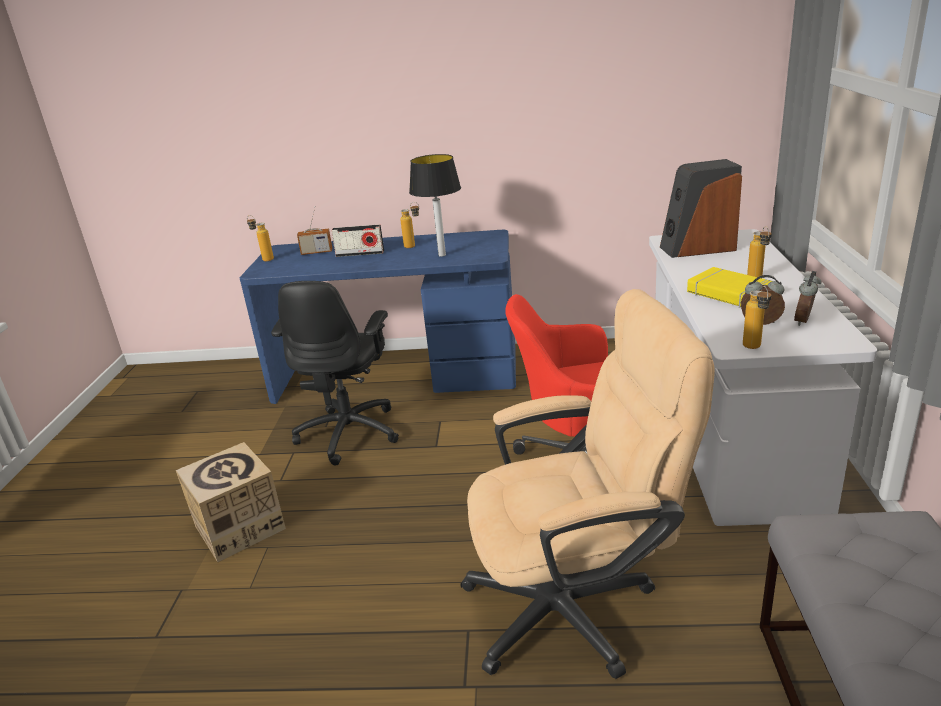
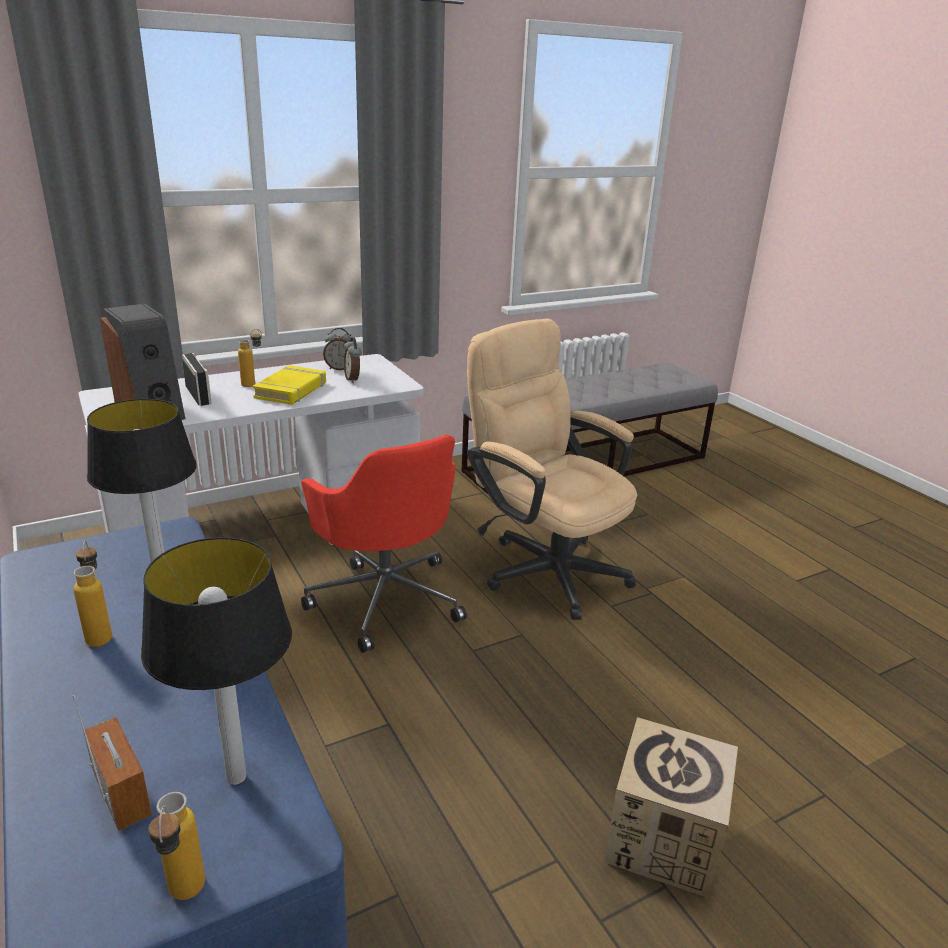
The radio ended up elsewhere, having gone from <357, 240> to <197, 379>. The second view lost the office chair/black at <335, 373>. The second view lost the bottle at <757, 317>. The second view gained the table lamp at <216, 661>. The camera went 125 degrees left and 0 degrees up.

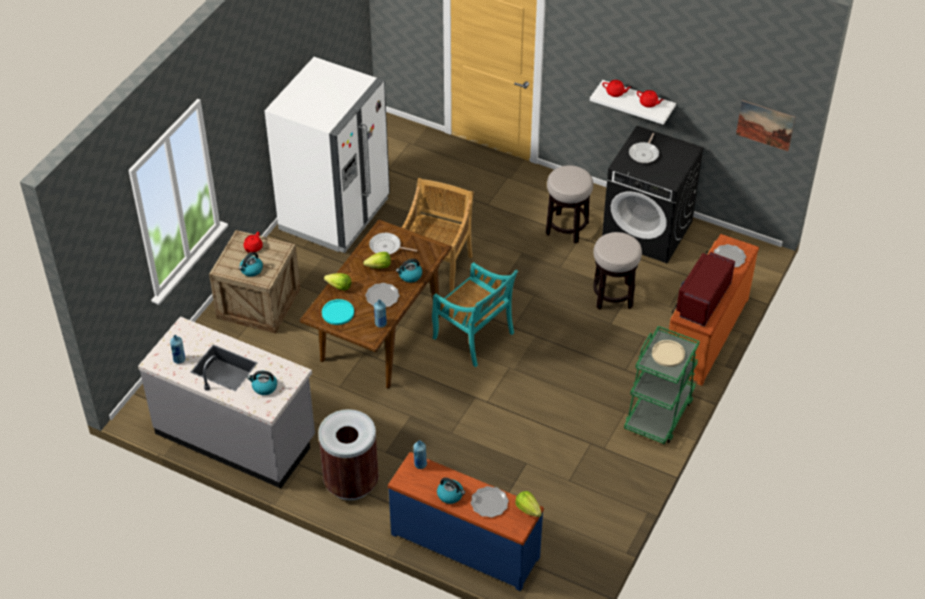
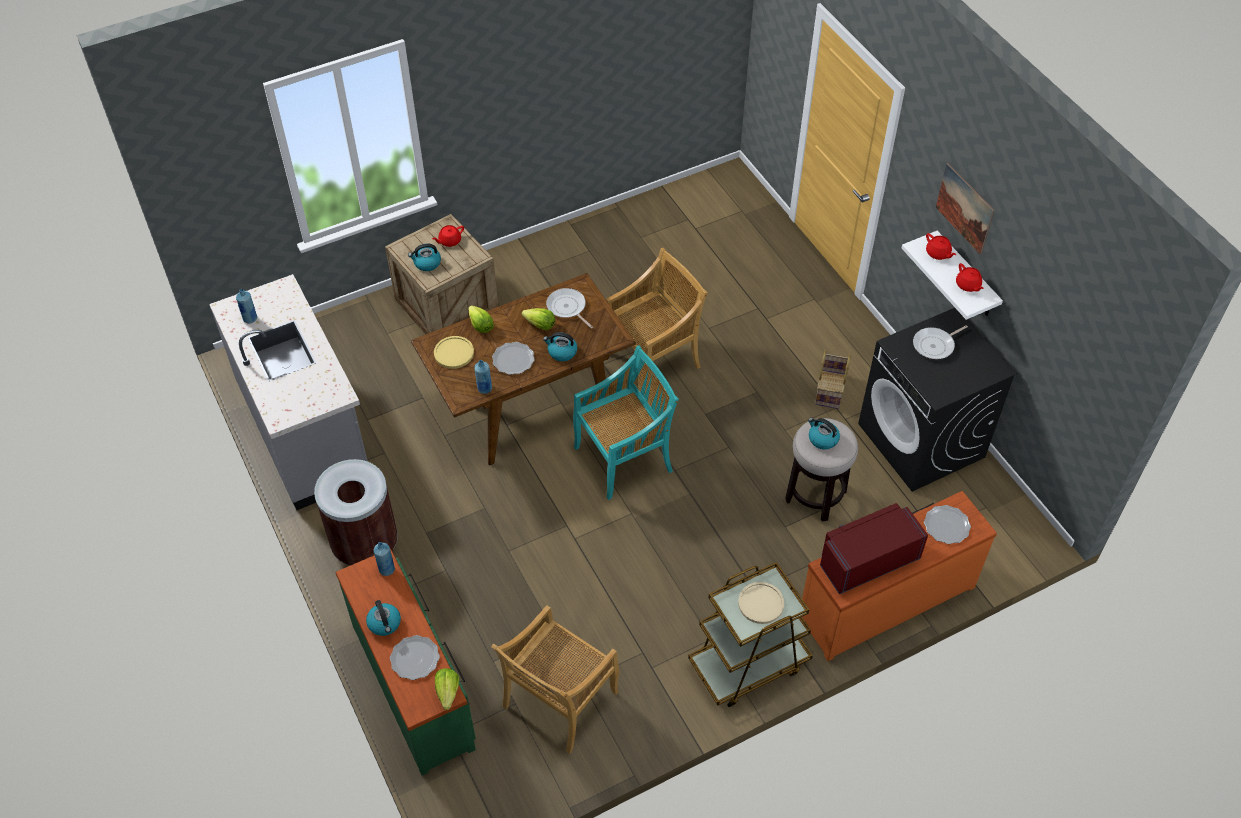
The second view lost the fridge/white at <327, 155>. The picture ended up elsewhere, having gone from <765, 125> to <965, 208>. Where the stool stood at <569, 204>, the basket came to stand at <833, 379>. The chair/turquoise at <475, 314> ended up facing another way, 105 degrees counterclockwise from before. What was the plate/turquoise at <338, 312> turned into the plate/yellow at <454, 352>. What was the cart/green at <662, 385> turned into the cart/brown at <750, 634>. The kettle ended up elsewhere, having gone from <262, 383> to <824, 433>. What was the dresser/blue at <466, 521> turned into the dresser/green at <405, 662>. The second view gained the chair/beige at <555, 679>. The camera went 35 degrees right and 5 degrees up.

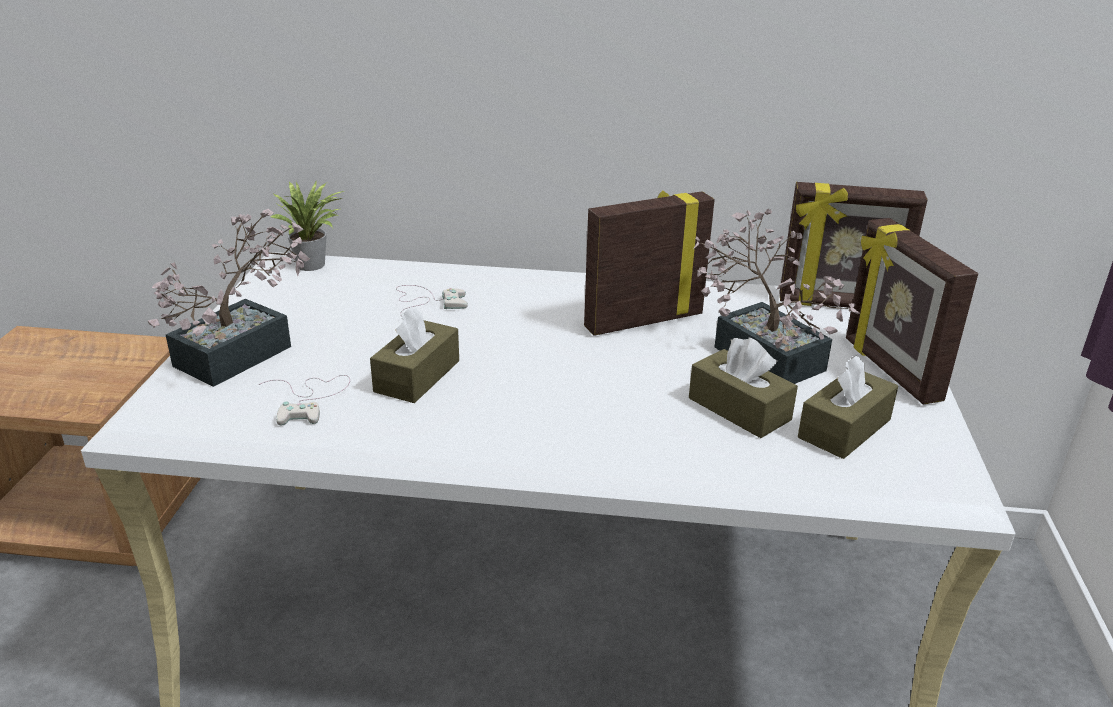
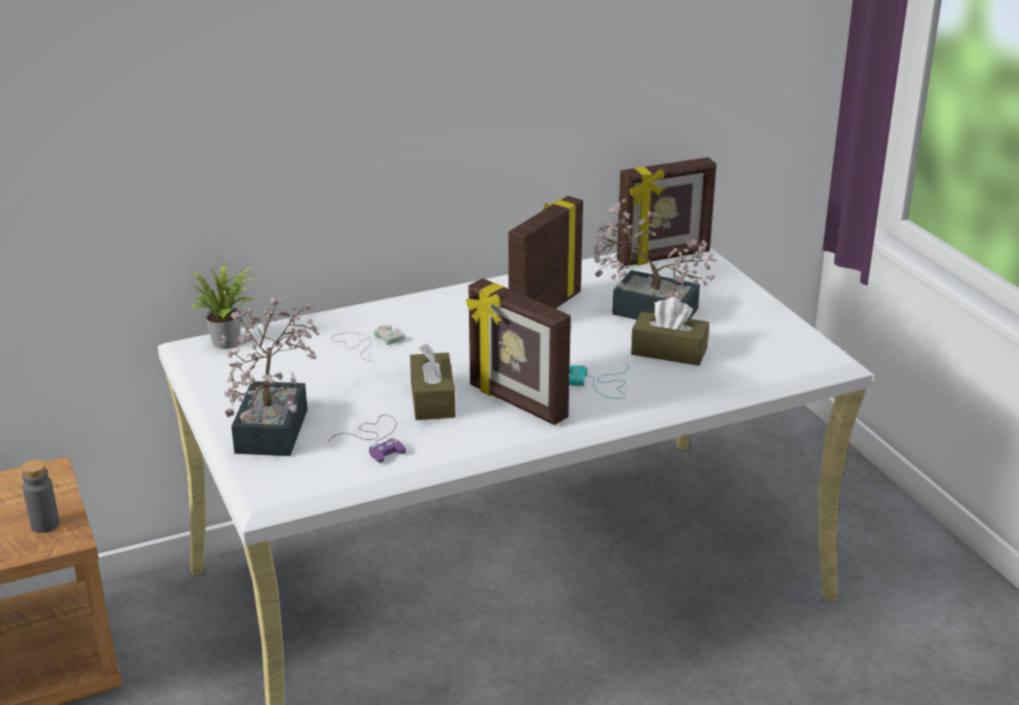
The picture frame ended up elsewhere, having gone from <912, 311> to <518, 351>. The second view lost the tissue box/brown at <848, 407>. What was the game controller/white at <304, 400> turned into the game controller/purple at <367, 439>. The second view gained the game controller/turquoise at <598, 380>. The second view gained the bottle/grey at <40, 496>. The camera went 30 degrees left and 0 degrees up.

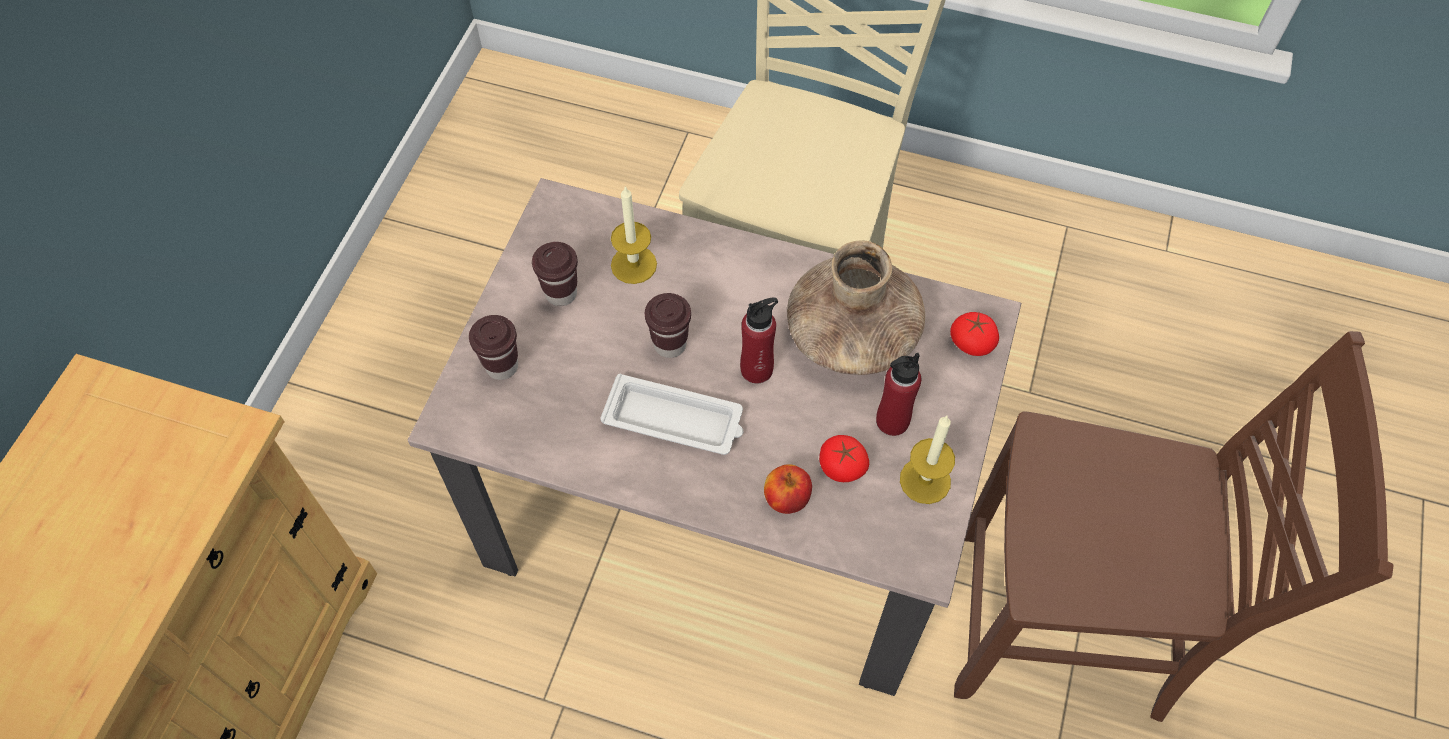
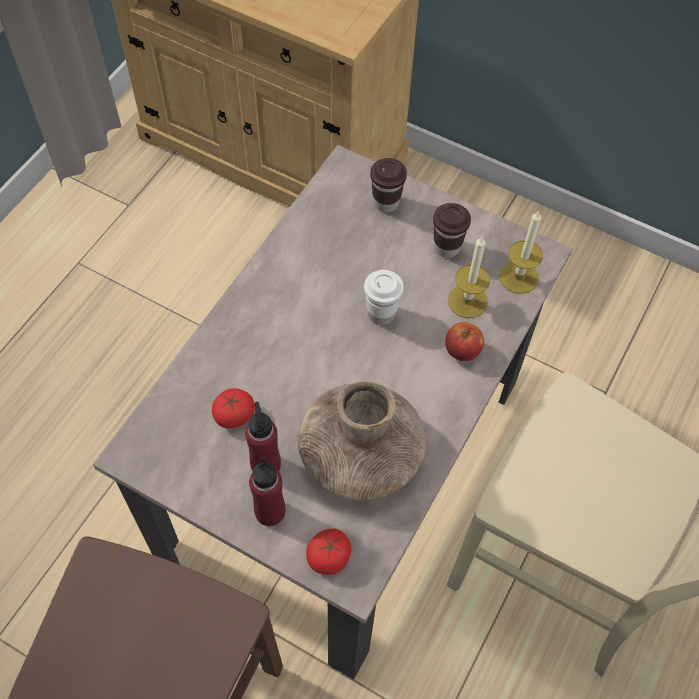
What was the cup/brown at <668, 325> turned into the cup/white at <384, 297>. The bottle/red ended up elsewhere, having gone from <759, 340> to <267, 491>. The second view lost the tray/white at <671, 414>. The candle ended up elsewhere, having gone from <927, 459> to <521, 252>. The apple ended up elsewhere, having gone from <788, 489> to <464, 341>. The camera went 100 degrees right and 0 degrees up.

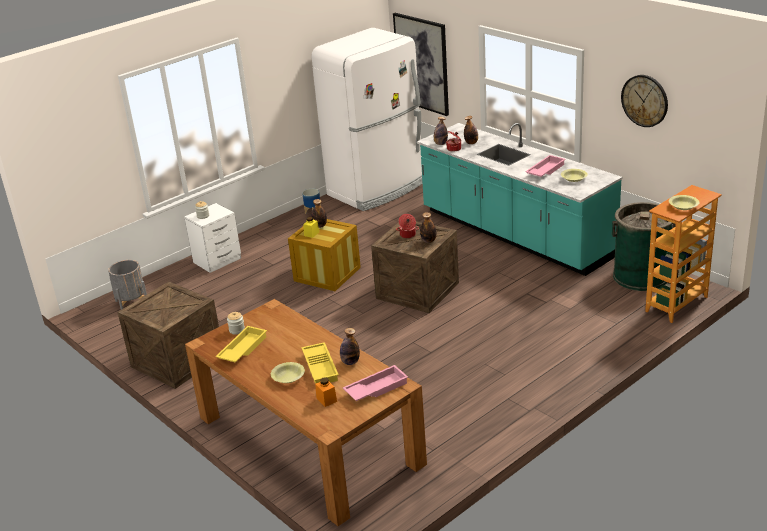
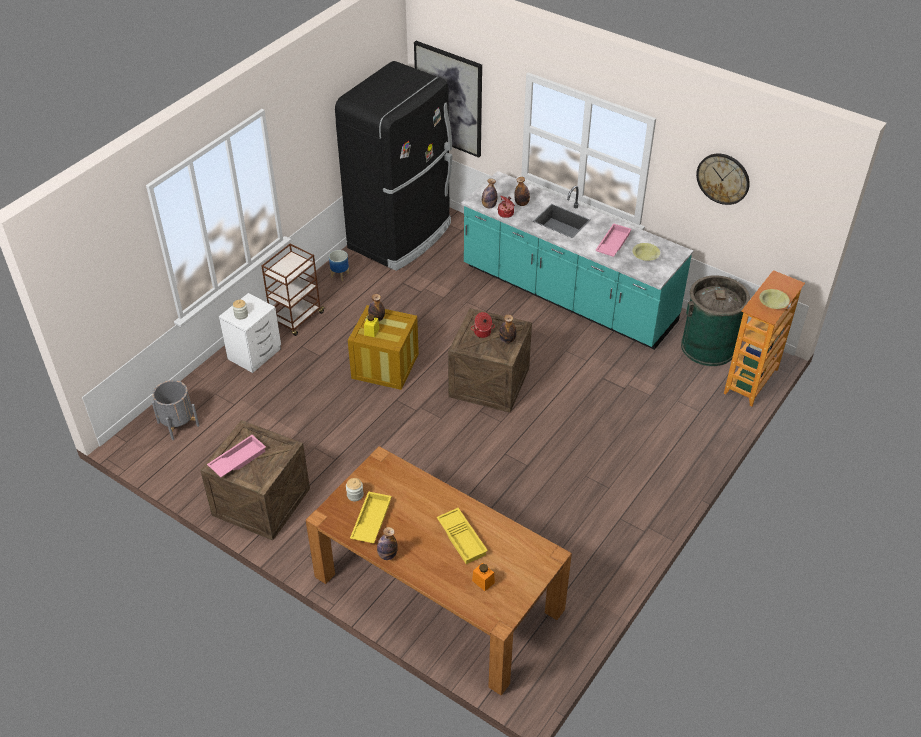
What was the fridge/white at <367, 119> turned into the fridge/black at <393, 166>. The bottle ended up elsewhere, having gone from <350, 346> to <387, 543>. The second view lost the bowl/yellow at <288, 372>. The tray/pink ended up elsewhere, having gone from <375, 383> to <236, 456>. The second view gained the cart/brown at <293, 290>. The camera went 15 degrees left and 15 degrees up.

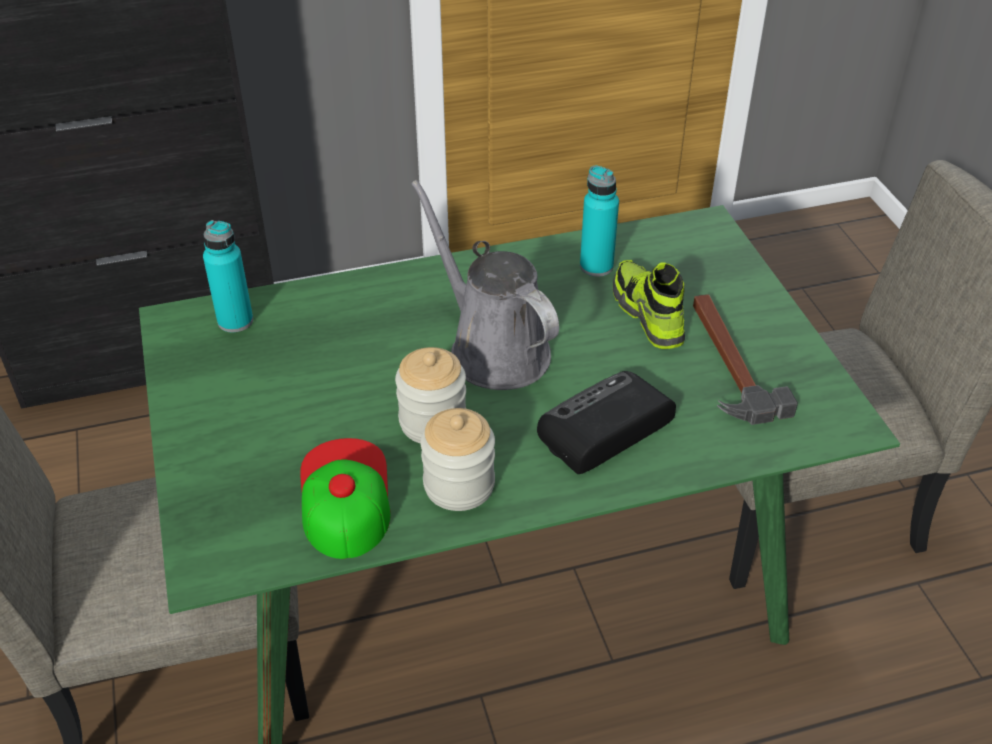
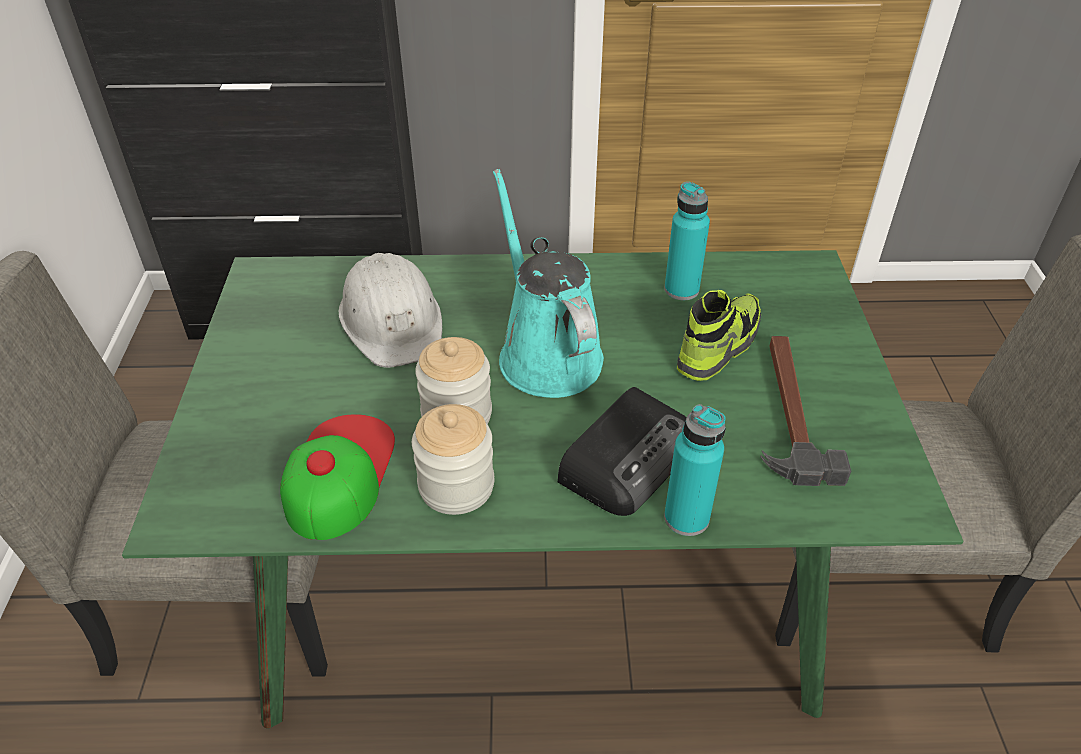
What was the watering can/grey at <485, 285> turned into the watering can/turquoise at <548, 283>. The bottle/turquoise ended up elsewhere, having gone from <228, 276> to <695, 470>. The shoe at <649, 304> ended up facing another way, 45 degrees clockwise from before. The radio at <606, 422> ended up facing another way, 150 degrees clockwise from before. The second view gained the hard hat/white at <390, 310>. The camera went 15 degrees right and 0 degrees up.

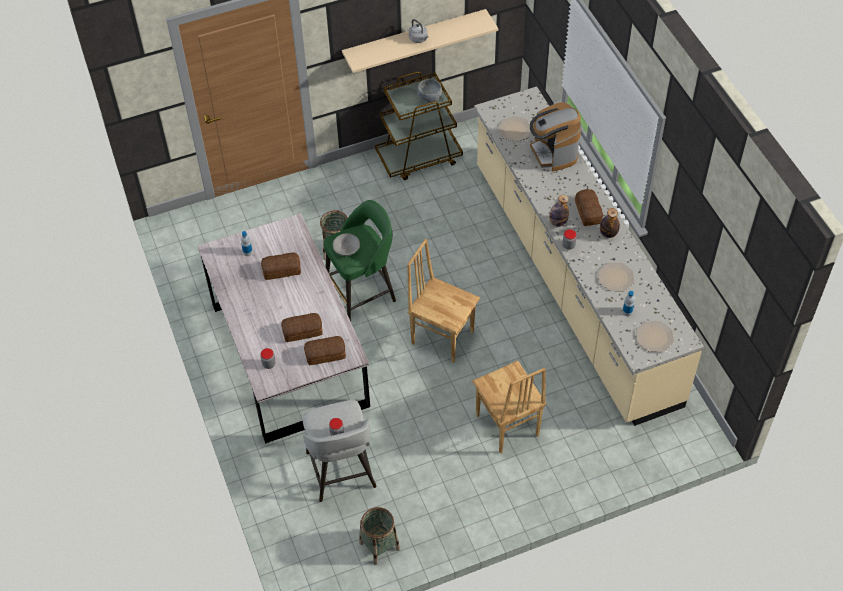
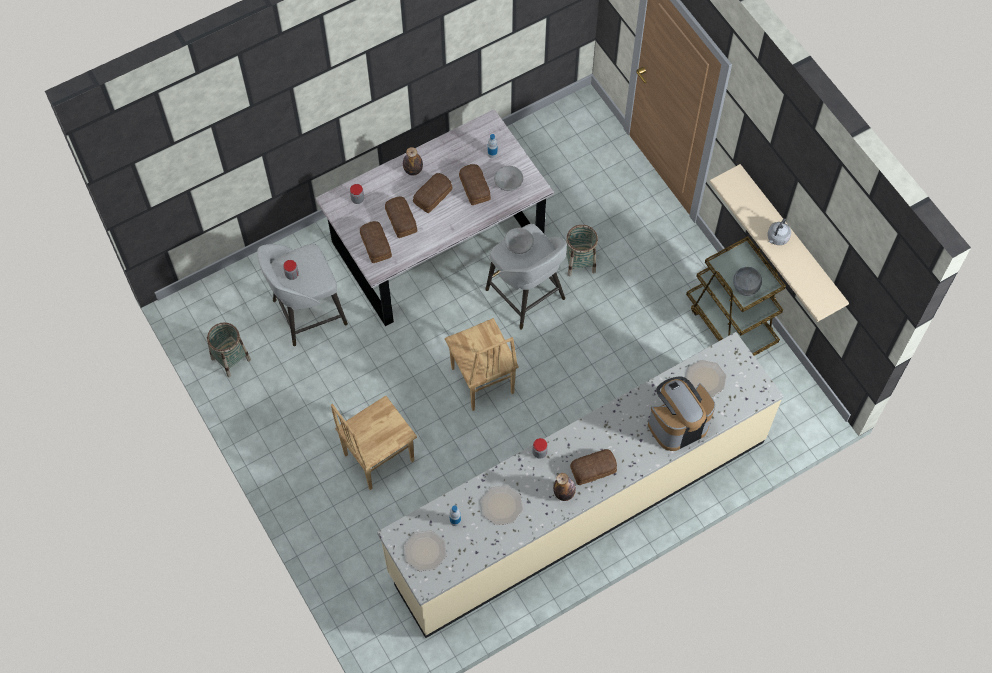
The bottle ended up elsewhere, having gone from <559, 211> to <413, 161>. What was the stool/green at <360, 261> turned into the stool/grey at <526, 277>. The chair/brown at <443, 301> ended up facing another way, 135 degrees clockwise from before. The second view gained the bowl/grey at <508, 178>. The second view gained the bread at <433, 193>. The camera went 80 degrees right and 10 degrees up.

